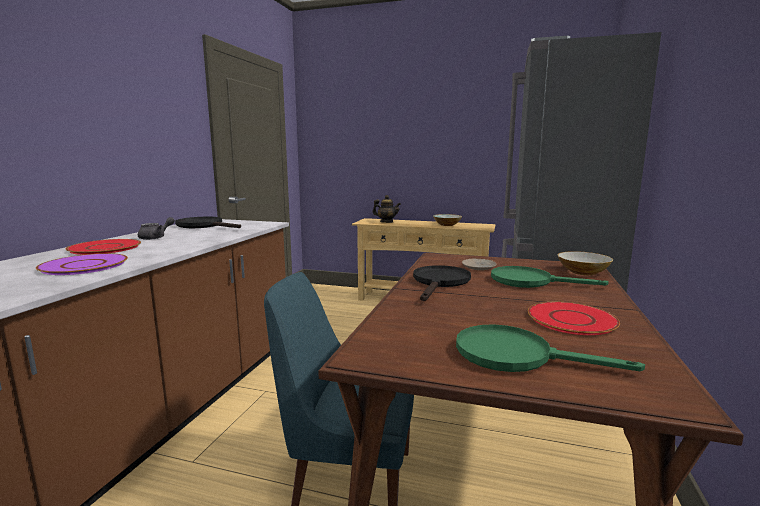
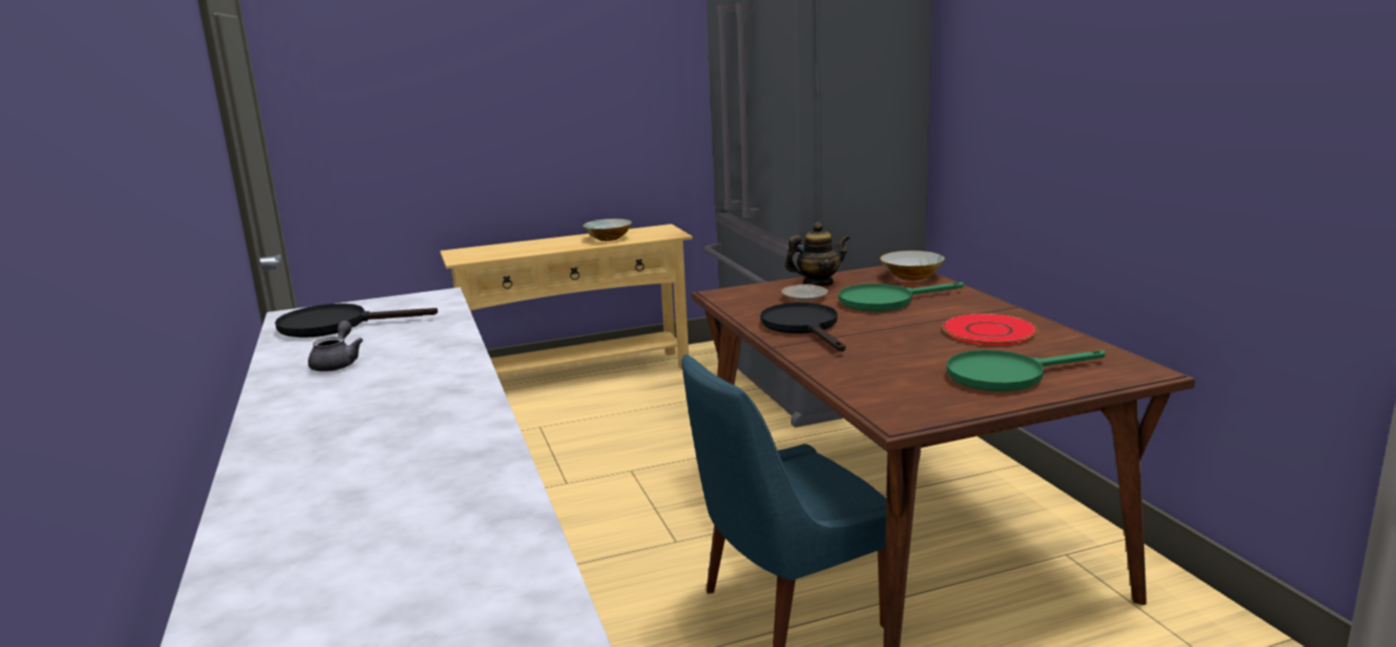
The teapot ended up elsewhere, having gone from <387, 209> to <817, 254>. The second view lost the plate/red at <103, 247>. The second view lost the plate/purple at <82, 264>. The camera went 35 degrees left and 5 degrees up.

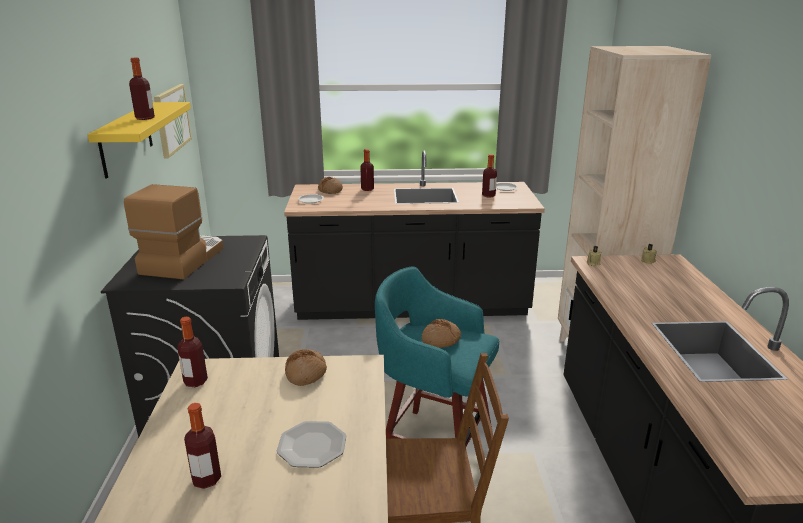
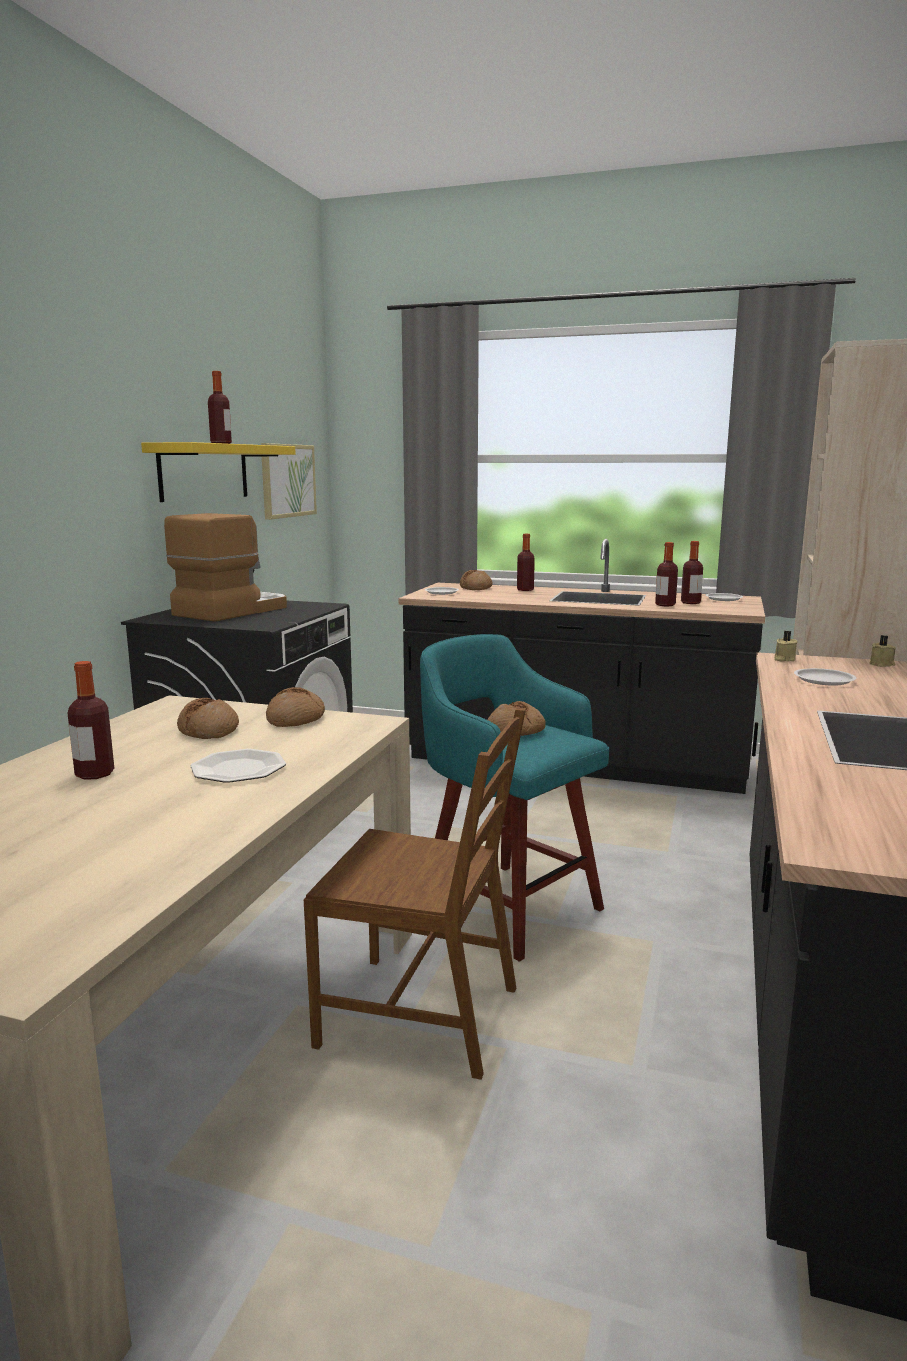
The bottle ended up elsewhere, having gone from <192, 352> to <666, 574>. The second view gained the plate/white at <825, 677>. The second view gained the bread at <208, 718>. The camera went 20 degrees right and 10 degrees down.

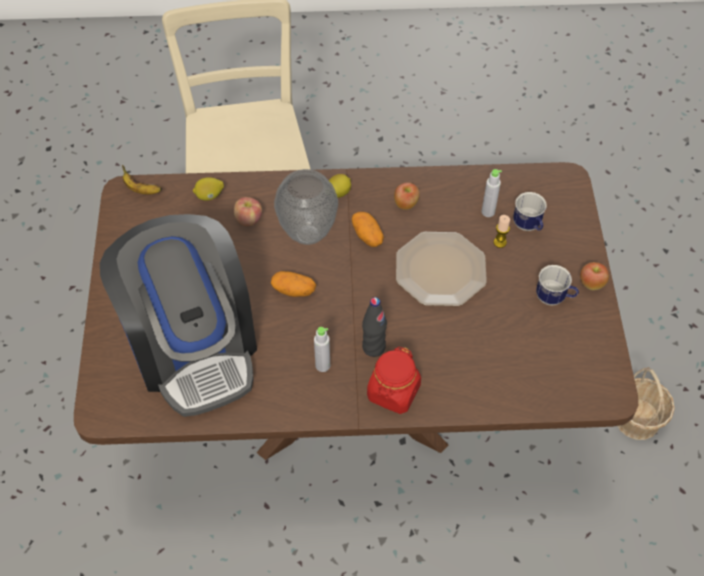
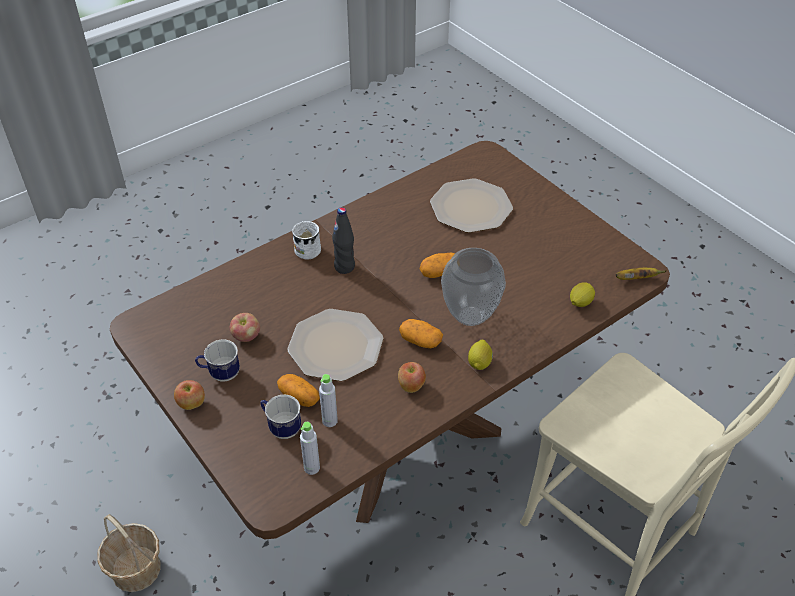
The apple ended up elsewhere, having gone from <248, 211> to <245, 327>. Where the coffee machine stood at <178, 315>, the plate came to stand at <471, 205>. Where the candle stood at <501, 231>, the potato came to stand at <298, 390>. The bottle/grey ended up elsewhere, having gone from <322, 349> to <310, 448>. Where the jar/red stood at <394, 380>, the mug/white came to stand at <306, 240>. The camera went 145 degrees right and 10 degrees down.

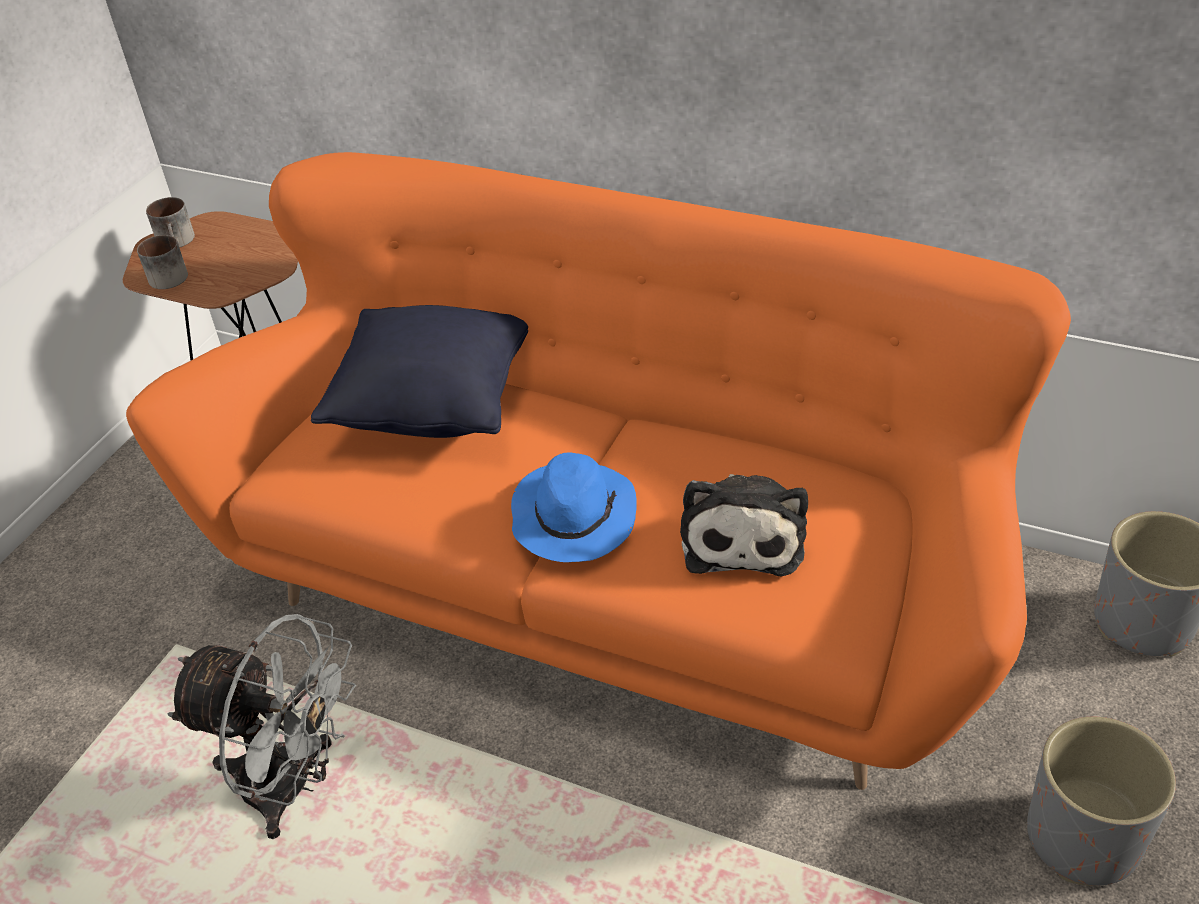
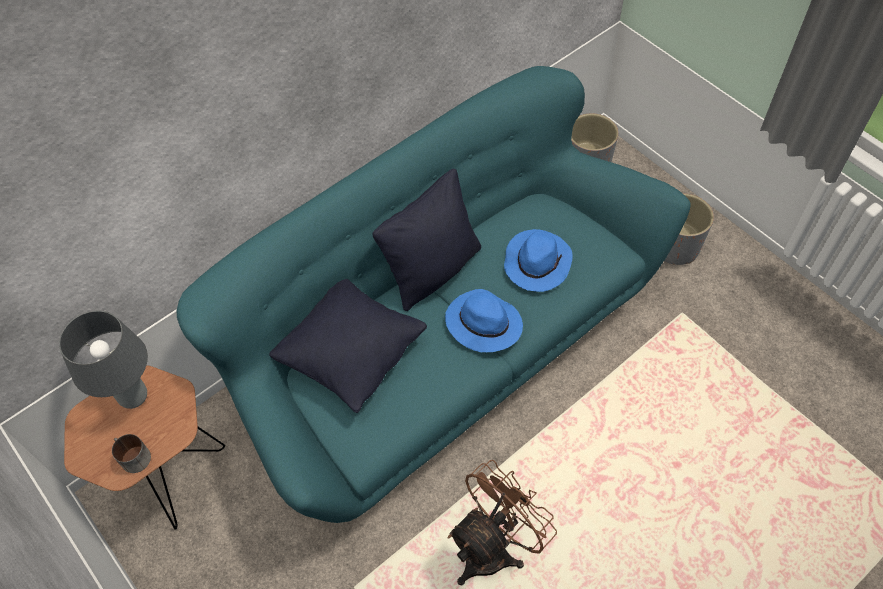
What was the sofa/orange at <598, 471> turned into the sofa/turquoise at <433, 294>. The second view lost the mug at <170, 222>. Where the plush toy stood at <744, 525>, the hat/blue came to stand at <538, 260>. What was the fan/grey at <261, 726> turned into the fan/brown at <502, 522>. The second view gained the pillow/black at <427, 240>. The second view gained the table lamp/grey at <103, 359>. The camera went 65 degrees left and 15 degrees up.

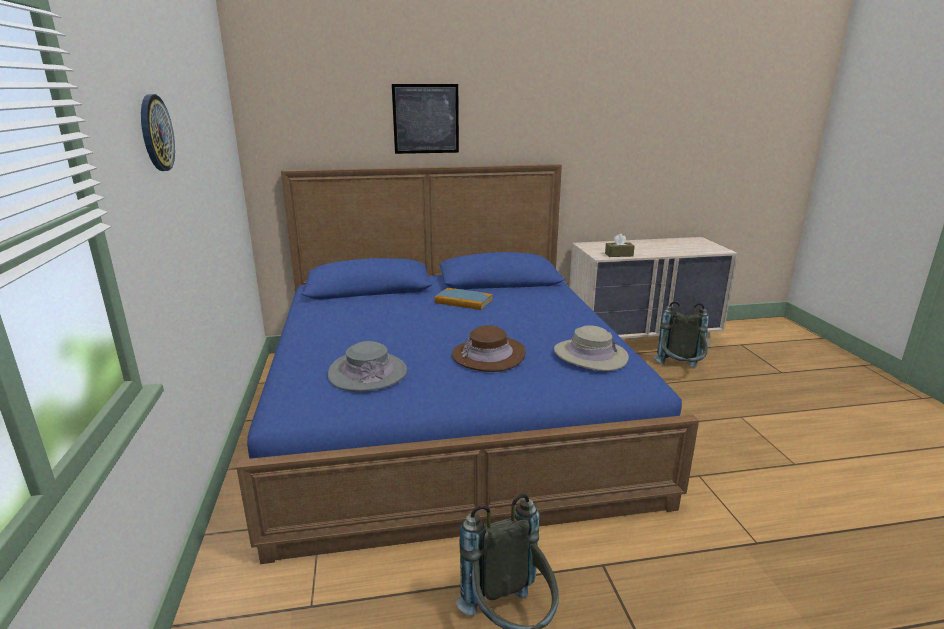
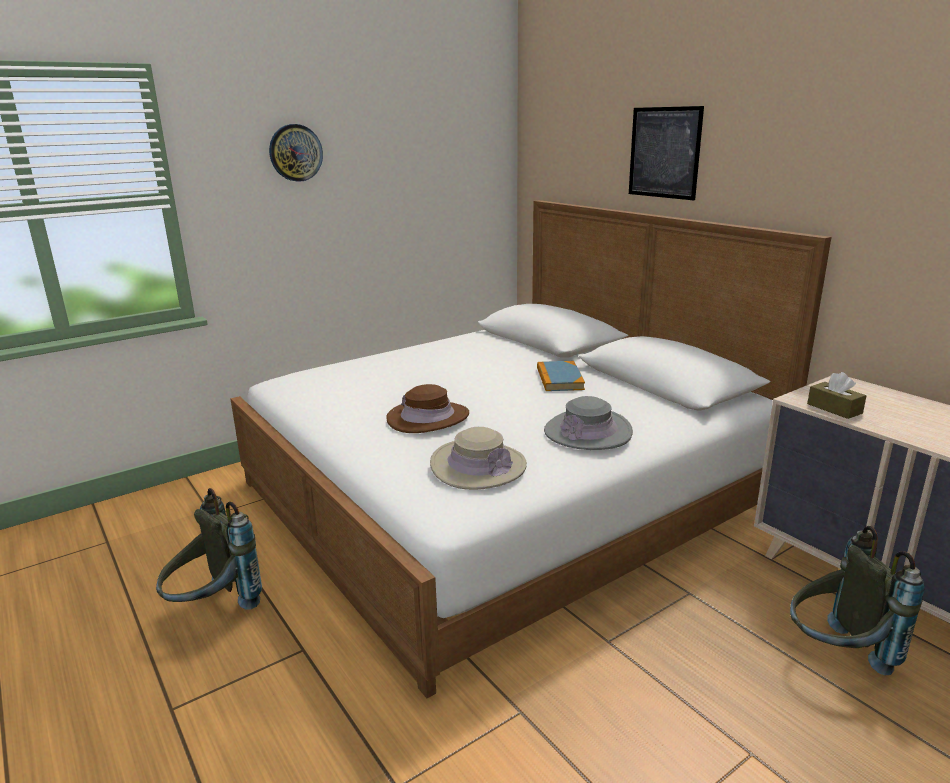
What was the bed/blue at <467, 364> turned into the bed/white at <530, 449>. The hat/grey ended up elsewhere, having gone from <367, 366> to <588, 423>. The camera went 65 degrees right and 0 degrees up.

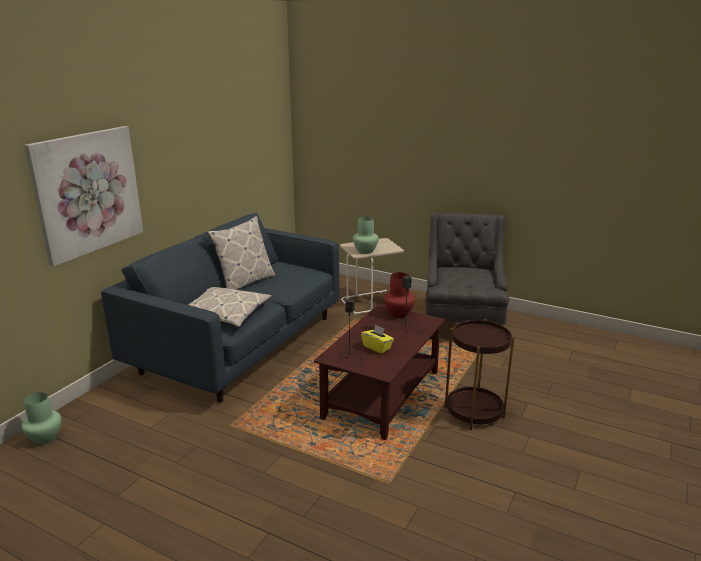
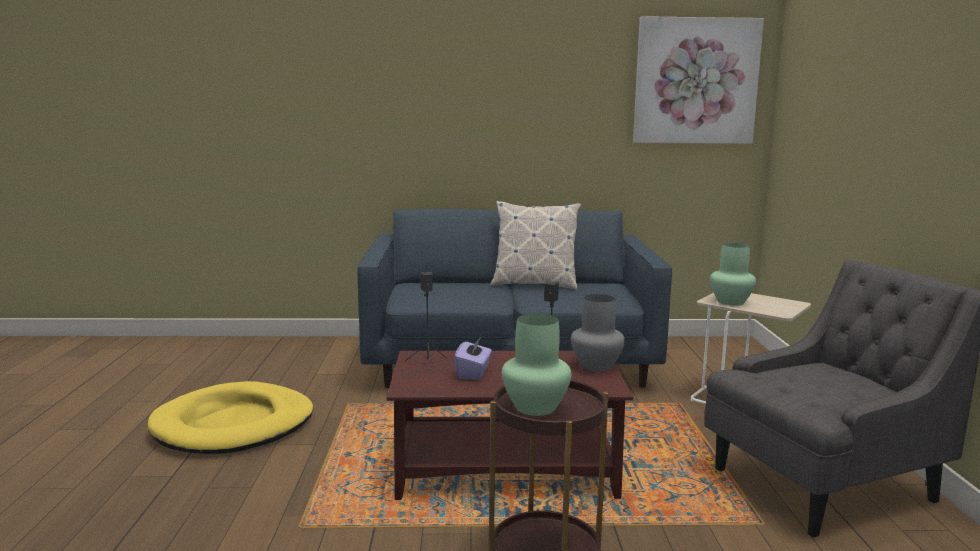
The picture ended up elsewhere, having gone from <83, 196> to <698, 80>. What was the vase/red at <399, 295> turned into the vase/grey at <598, 333>. The second view lost the pillow at <230, 307>. What was the tissue box/yellow at <377, 339> turned into the tissue box/purple at <473, 358>. The vase/green ended up elsewhere, having gone from <41, 418> to <537, 365>. The second view gained the dog bed/yellow at <230, 417>. The camera went 60 degrees right and 10 degrees down.

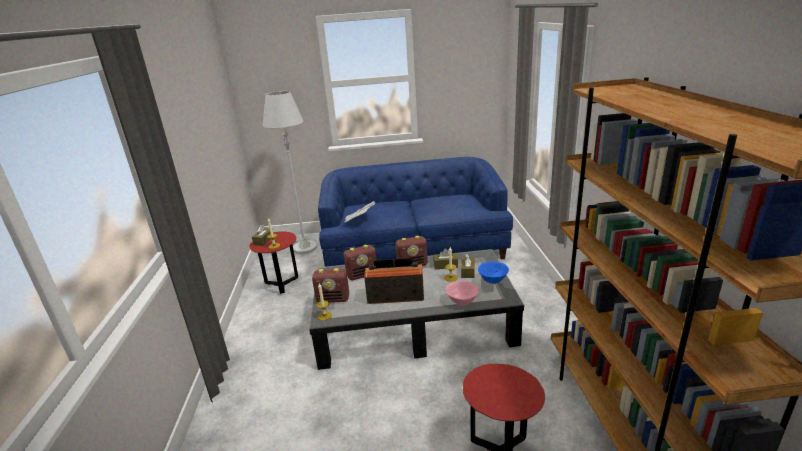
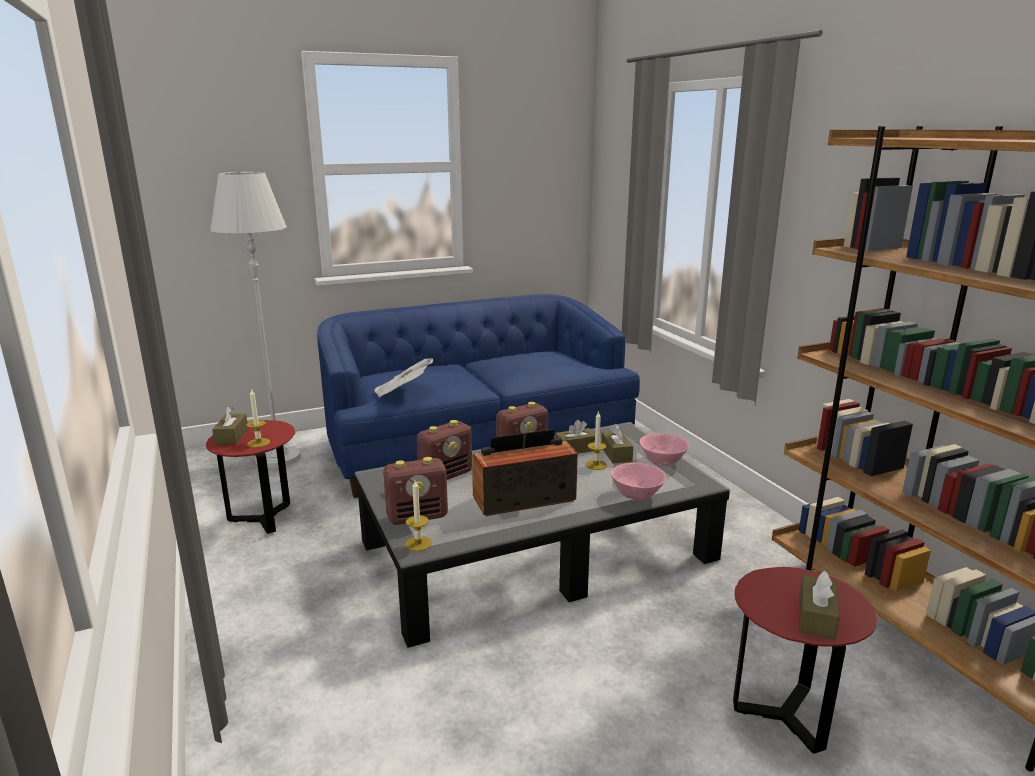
What was the bowl/blue at <493, 272> turned into the bowl/pink at <664, 449>. The second view gained the tissue box/brown at <819, 605>. The camera went 20 degrees left and 5 degrees down.

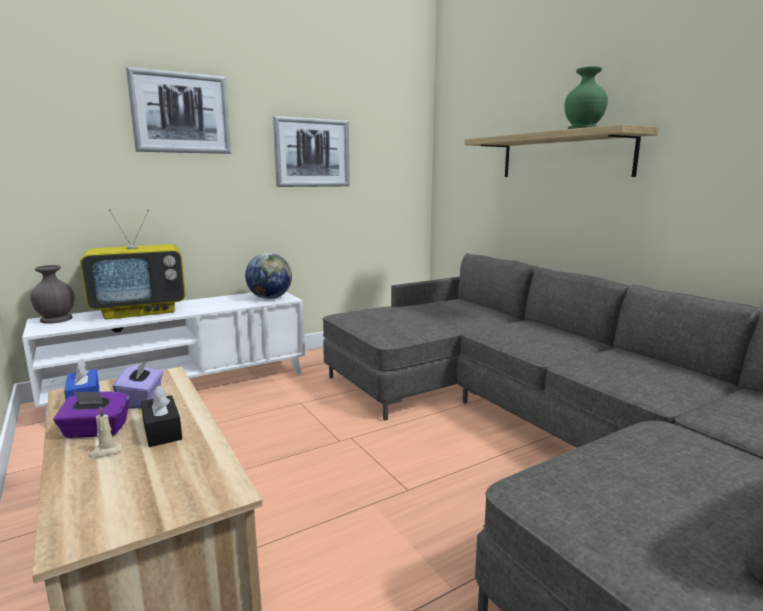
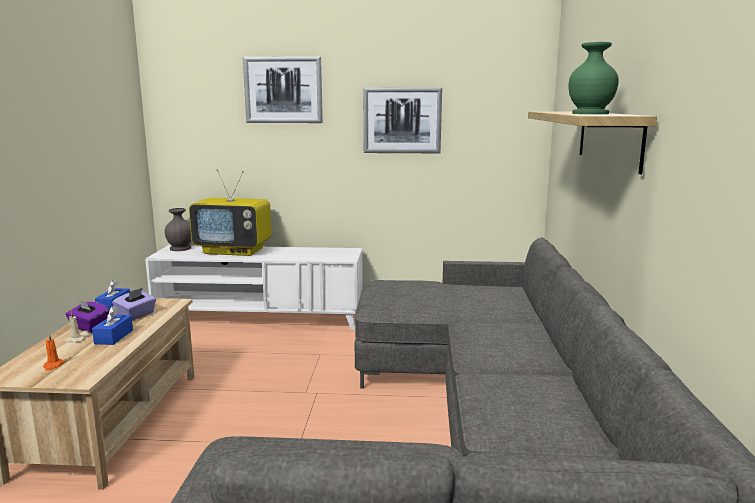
The second view lost the globe at <268, 276>. What was the tissue box/black at <161, 416> turned into the tissue box/blue at <112, 325>. The second view gained the candle/orange at <54, 352>. The camera went 35 degrees right and 0 degrees up.

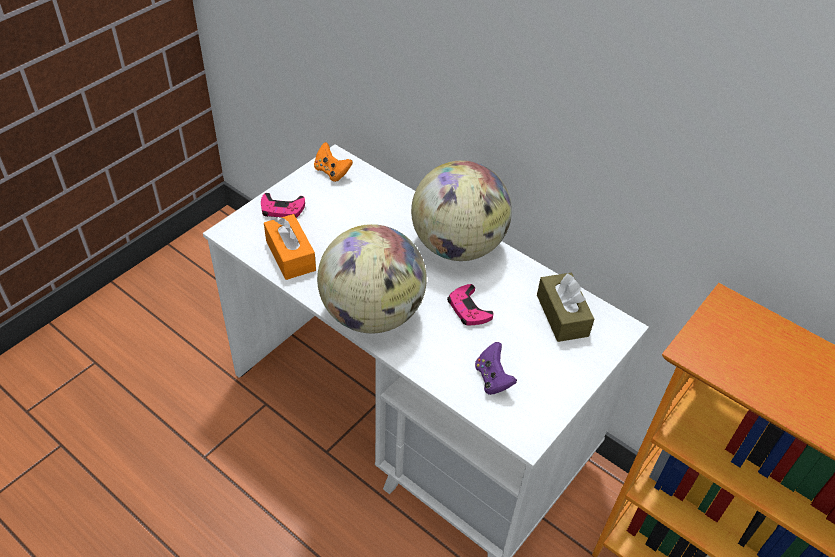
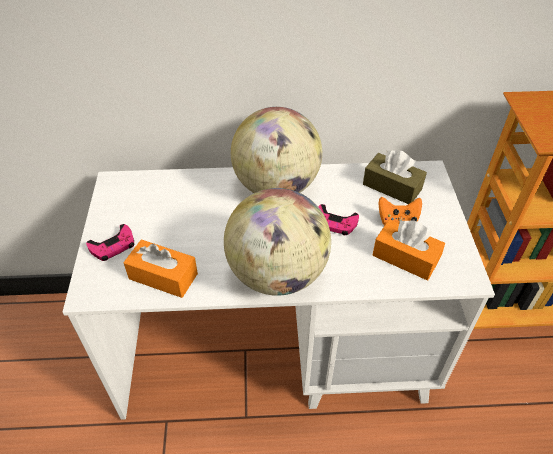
The game controller/orange ended up elsewhere, having gone from <333, 162> to <400, 211>. Where the game controller/purple stood at <496, 368>, the tissue box/orange came to stand at <409, 249>. The camera went 40 degrees left and 0 degrees up.

